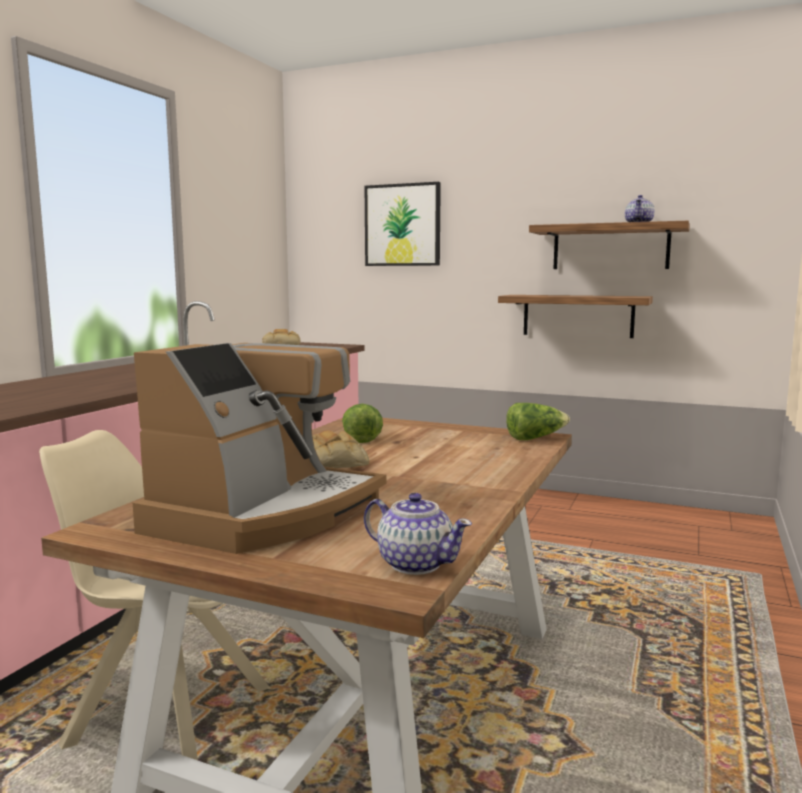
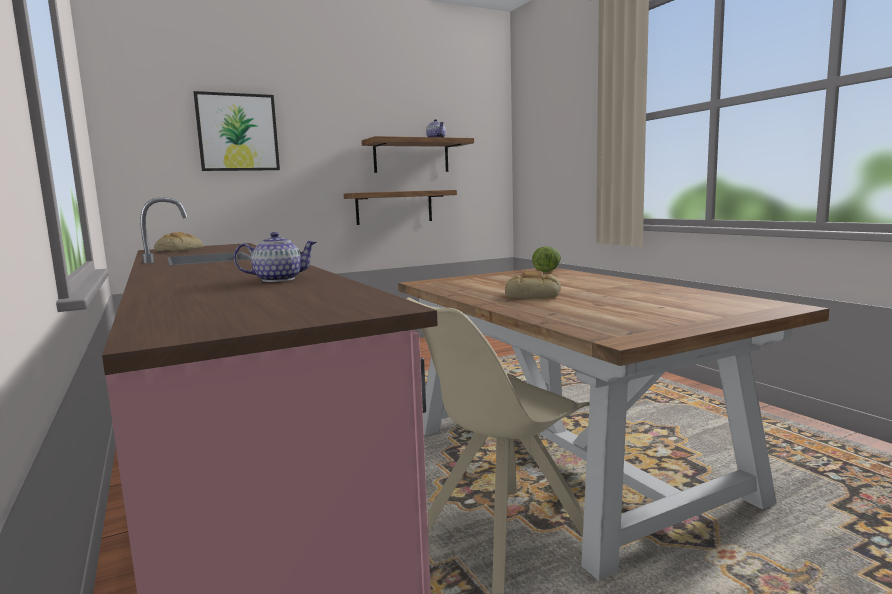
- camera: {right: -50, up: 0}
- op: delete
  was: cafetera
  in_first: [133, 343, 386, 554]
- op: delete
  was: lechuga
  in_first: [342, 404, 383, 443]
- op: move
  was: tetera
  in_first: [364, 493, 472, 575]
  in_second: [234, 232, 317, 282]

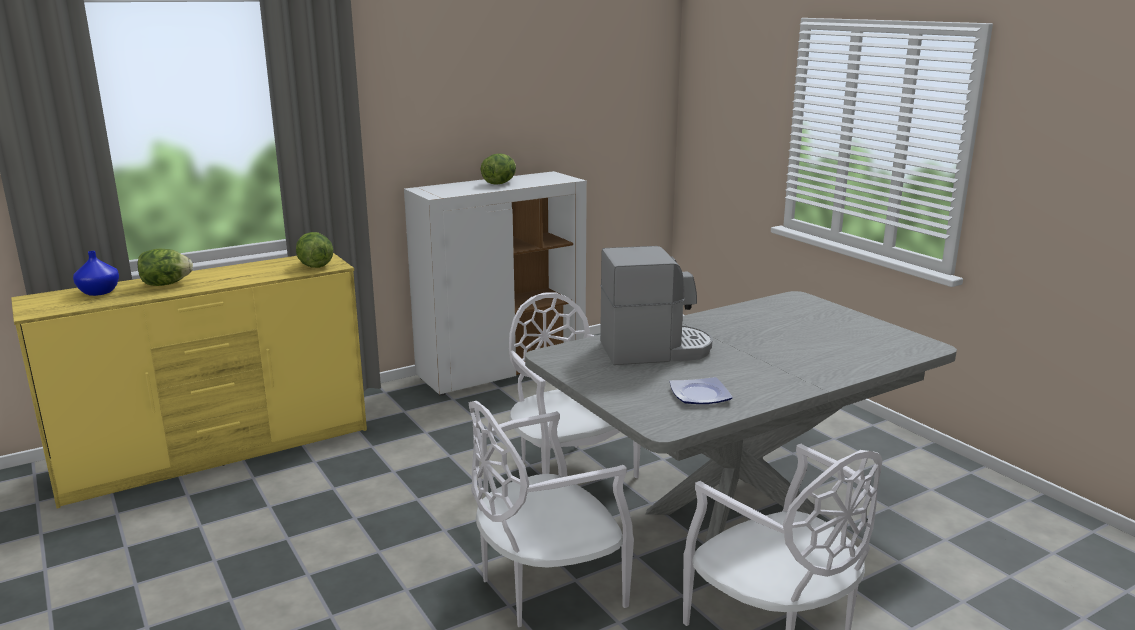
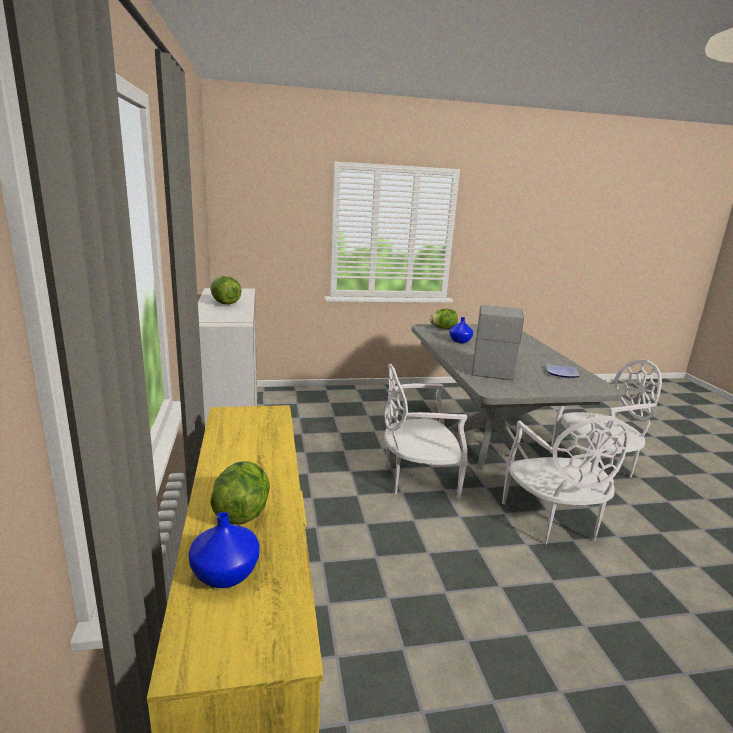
- camera: {right: -70, up: 0}
- op: move
  was: lechuga
  in_first: [296, 232, 333, 268]
  in_second: [430, 309, 458, 329]
- op: insert
  now: florero/azul
  in_second: [449, 317, 473, 343]

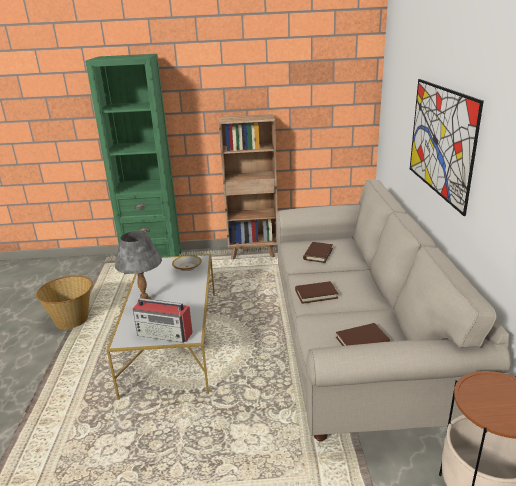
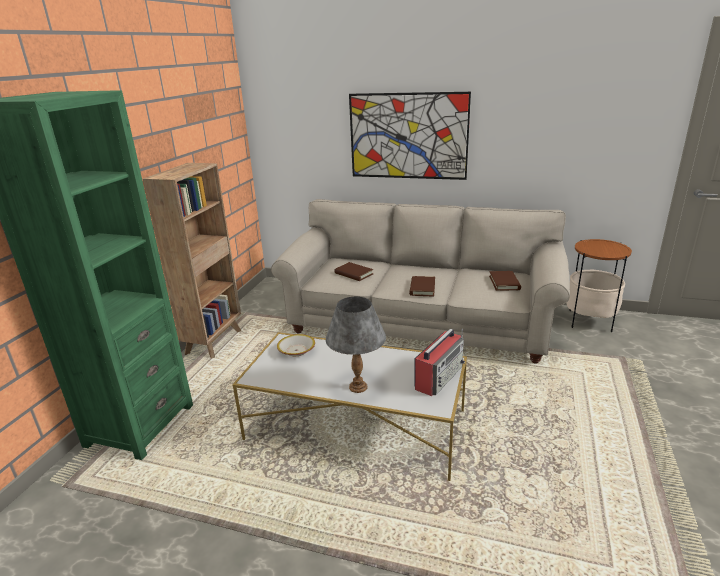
- camera: {right: -70, up: 0}
- op: delete
  was: cesta
  in_first: [36, 275, 93, 330]

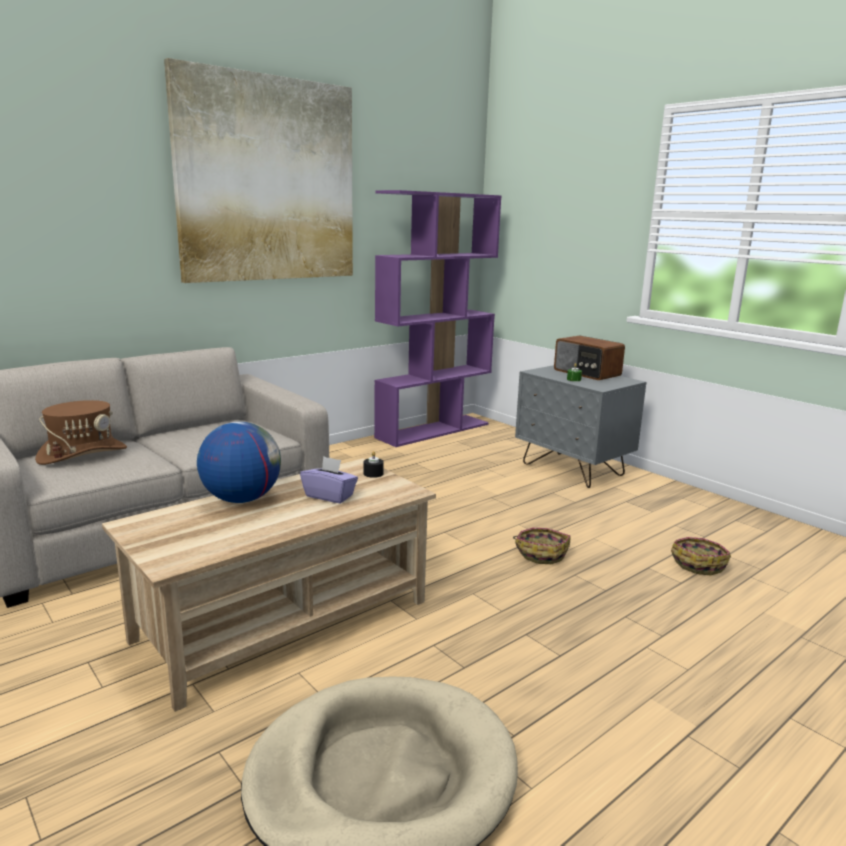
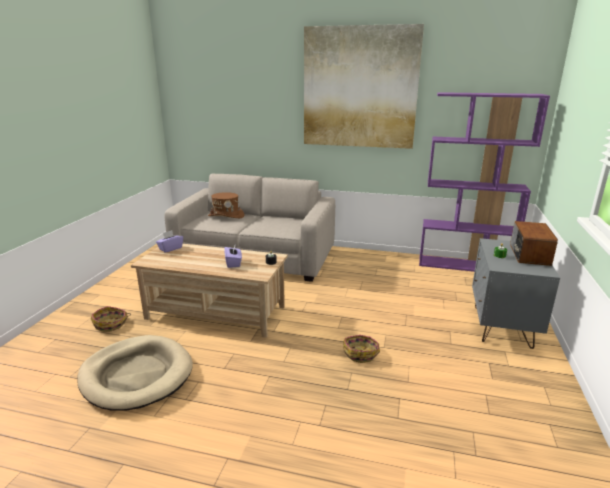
- camera: {right: 55, up: 5}
- op: delete
  was: globo terráqueo
  in_first: [197, 421, 281, 503]
- op: move
  was: cesta
  in_first: [671, 537, 731, 576]
  in_second: [91, 306, 131, 332]
- op: insert
  now: caja de pañuelos/morado
  in_second: [156, 230, 183, 253]

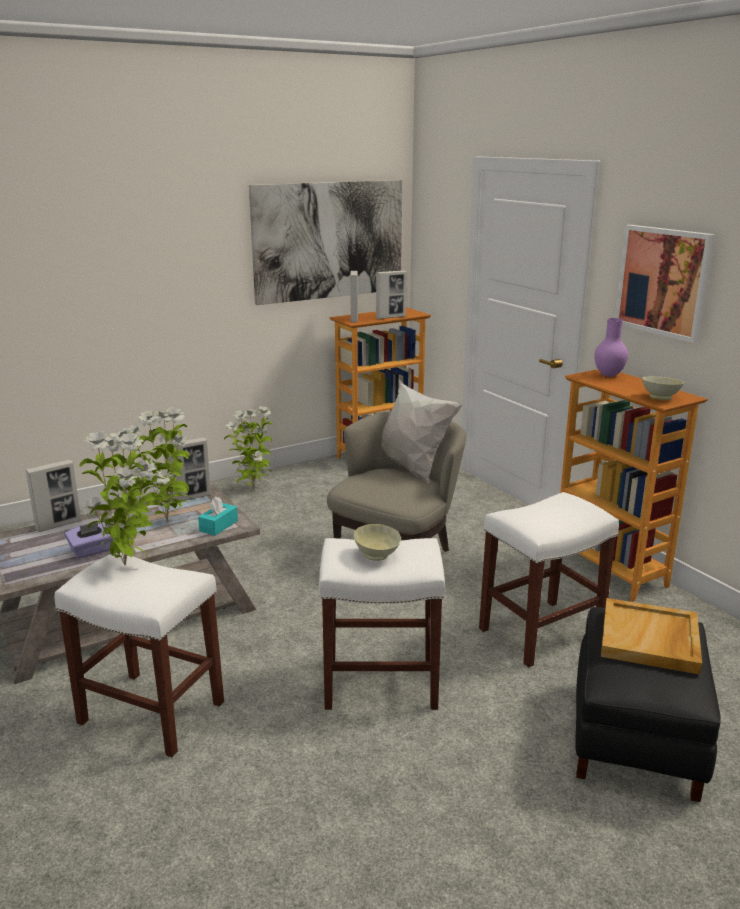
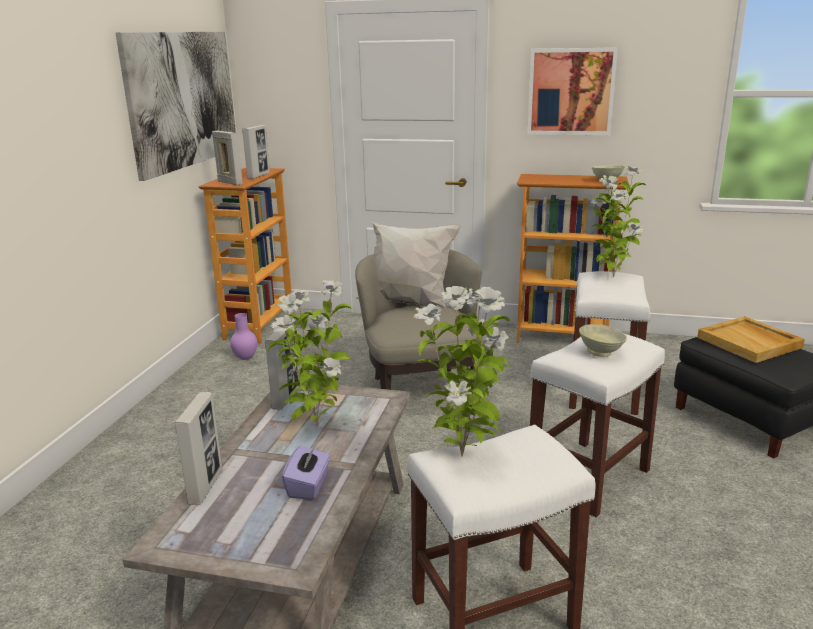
- camera: {right: -45, up: 0}
- op: move
  was: florero/morado
  in_first: [594, 318, 628, 377]
  in_second: [230, 313, 257, 360]
- op: move
  was: planta en maceta
  in_first: [224, 406, 273, 490]
  in_second: [590, 166, 646, 277]
- op: delete
  was: caja de pañuelos/turquesa
  in_first: [198, 497, 238, 536]

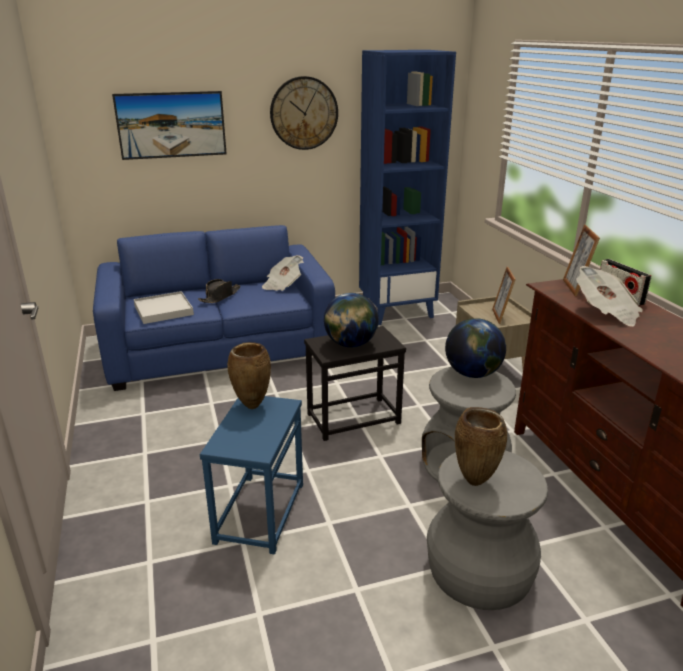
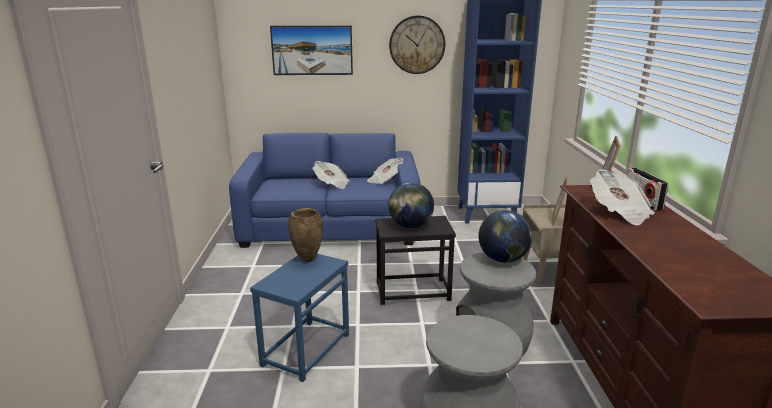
- camera: {right: 15, up: -5}
- op: replace
  was: sombrero/negro
  now: periódico
  in_first: [198, 279, 241, 303]
  in_second: [313, 161, 350, 189]
- op: delete
  was: bandeja/blanco
  in_first: [134, 291, 194, 324]
- op: delete
  was: florero/marrón
  in_first: [455, 407, 507, 486]

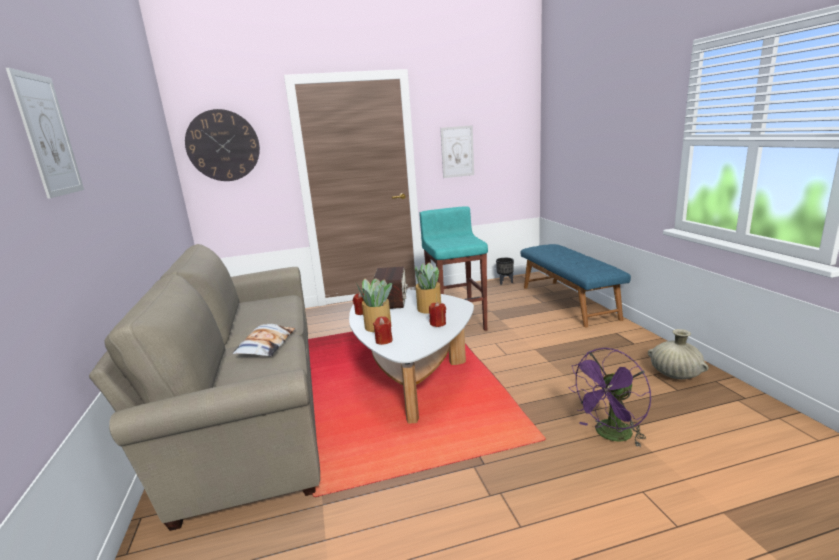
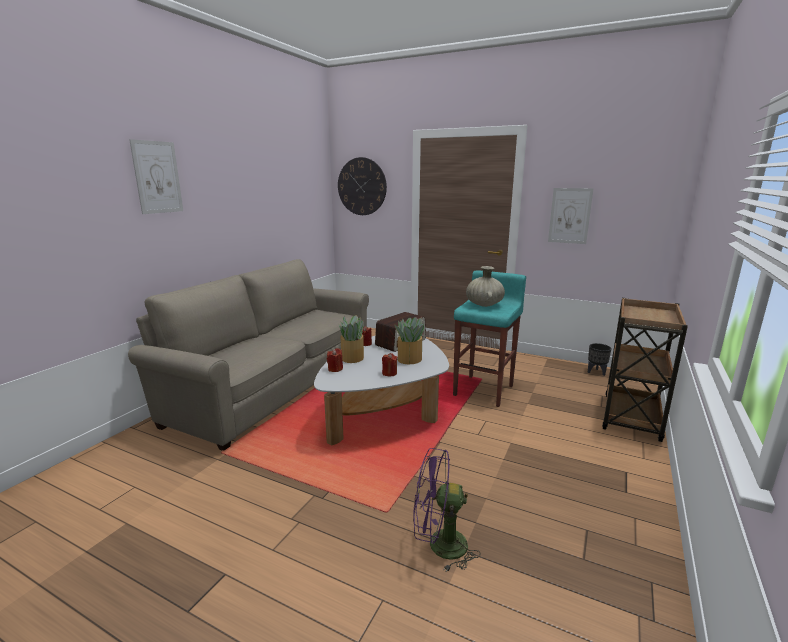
- camera: {right: 40, up: 0}
- op: replace
  was: banco/azul
  now: carrito/marrón
  in_first: [521, 244, 631, 327]
  in_second: [602, 298, 688, 442]
- op: delete
  was: cojín
  in_first: [232, 324, 295, 356]
- op: move
  was: florero/beis
  in_first: [648, 329, 708, 379]
  in_second: [466, 266, 505, 307]

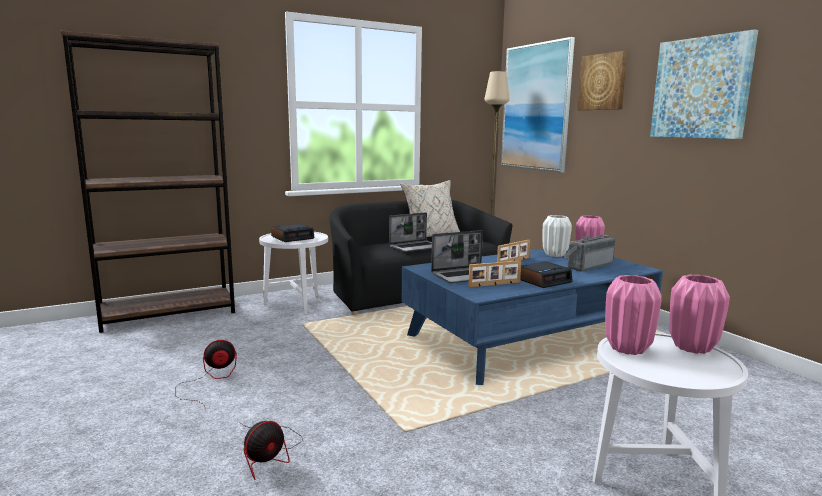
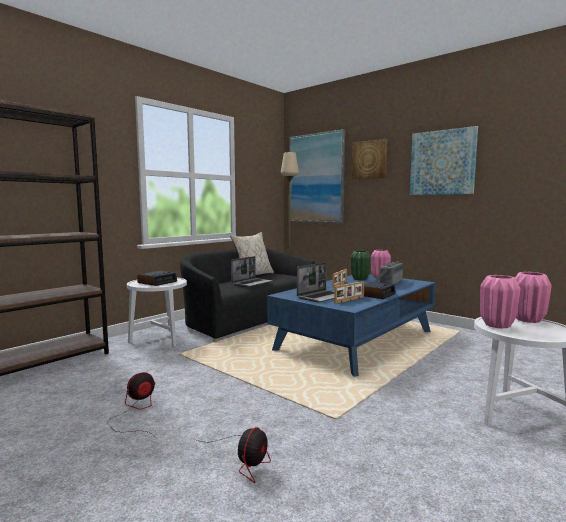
- camera: {right: -20, up: -5}
- op: recolor
  was: florero/blanco
  now: florero/verde
  in_first: [543, 215, 572, 257]
  in_second: [351, 251, 371, 280]

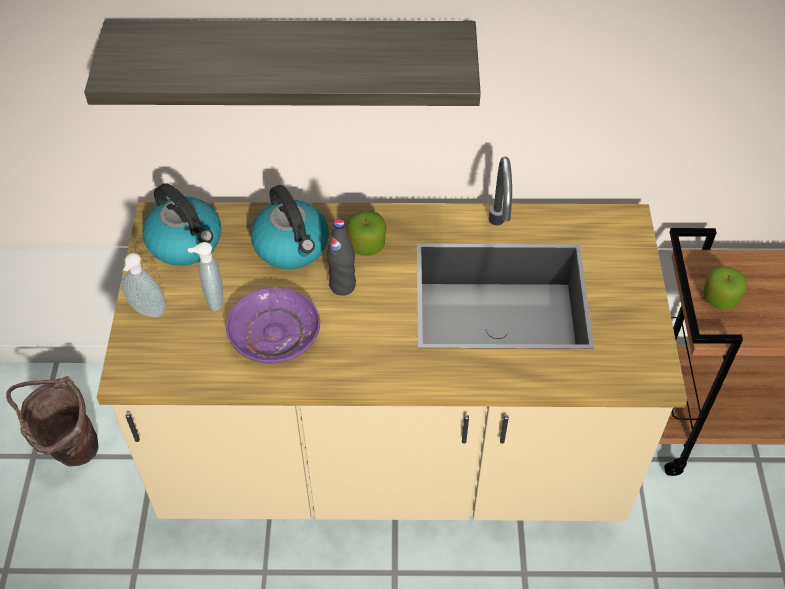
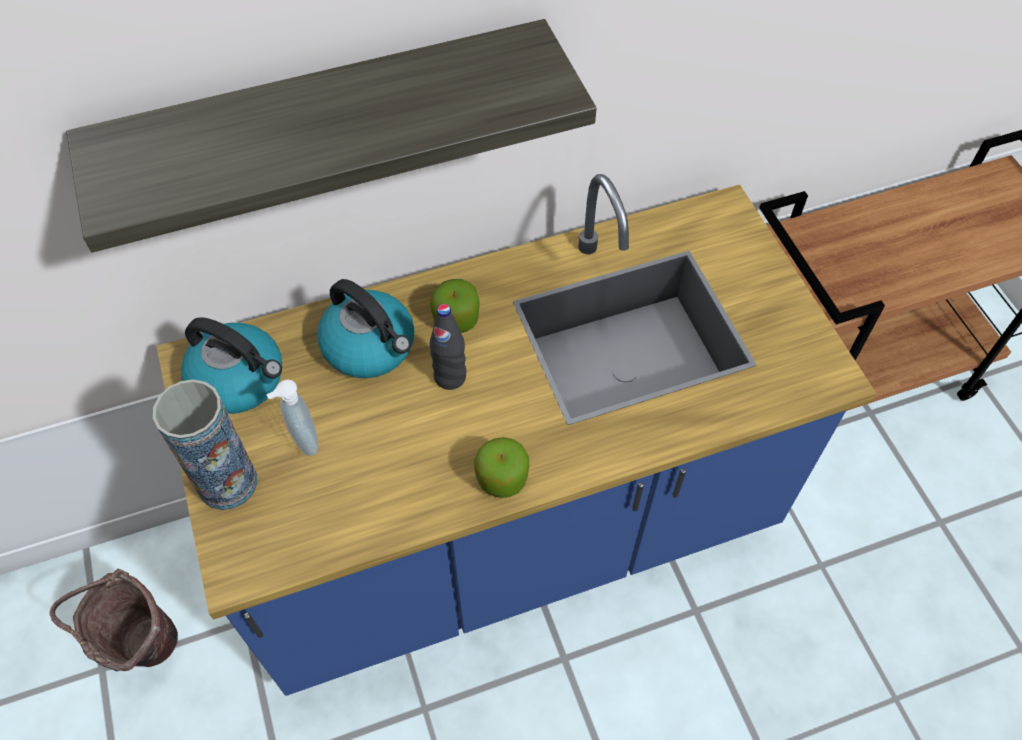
- camera: {right: -20, up: 5}
- op: recolor
  was: mueble bajo de cocina/beis
  now: mueble bajo de cocina/azul
  in_first: [97, 157, 688, 521]
  in_second: [156, 174, 877, 696]
- op: replace
  was: dispensador de jabón
  now: florero
  in_first: [122, 253, 166, 317]
  in_second: [153, 379, 257, 510]
- op: move
  was: manzana
  in_first: [703, 266, 747, 310]
  in_second: [474, 437, 529, 498]
- op: delete
  was: plato/morado
  in_first: [226, 287, 320, 363]

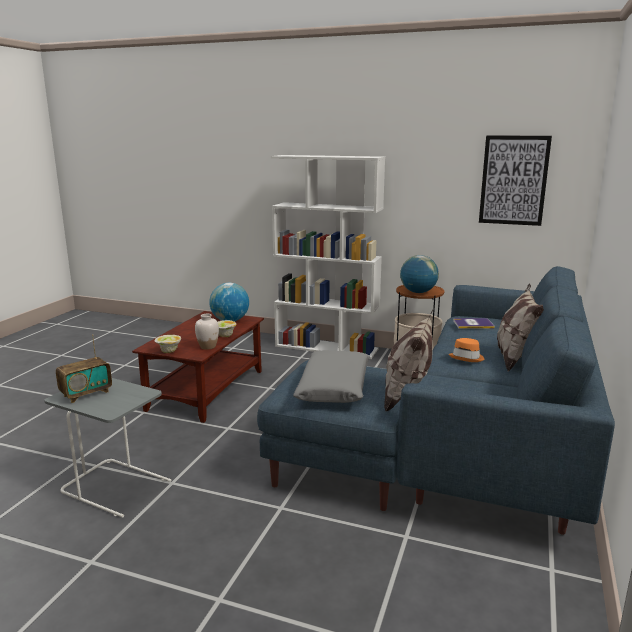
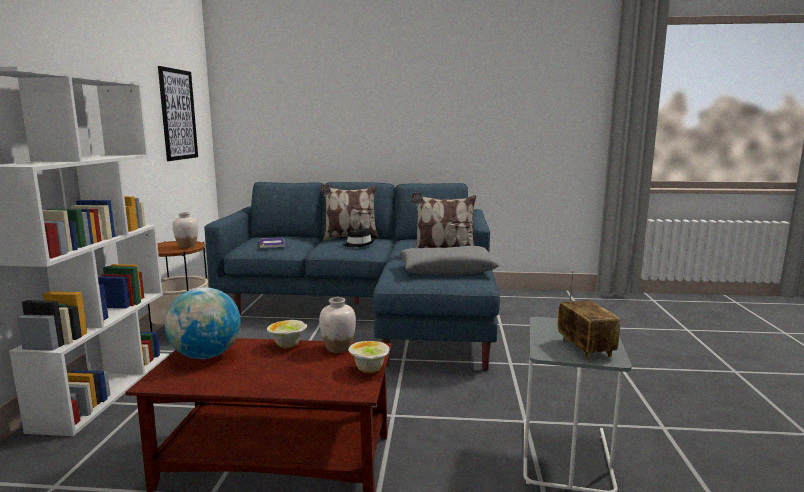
- camera: {right: -105, up: -5}
- op: replace
  was: globo terráqueo
  now: florero/blanco
  in_first: [400, 255, 439, 293]
  in_second: [172, 212, 198, 248]
- op: rotate
  was: radio
  in_first: [56, 334, 112, 403]
  in_second: [558, 271, 620, 359]
  clockwise: 45
- op: recolor
  was: sombrero/naranja
  now: sombrero/negro
  in_first: [448, 338, 484, 362]
  in_second: [343, 228, 374, 247]

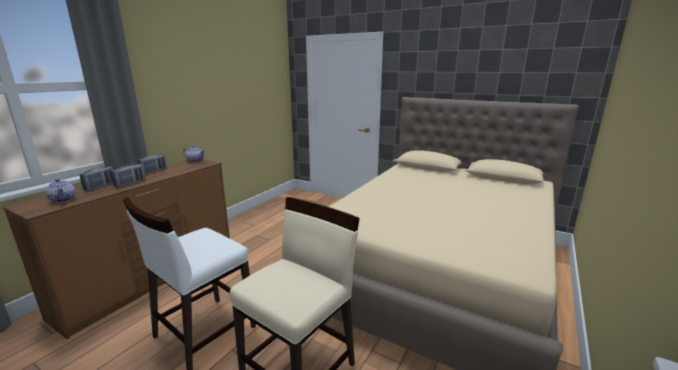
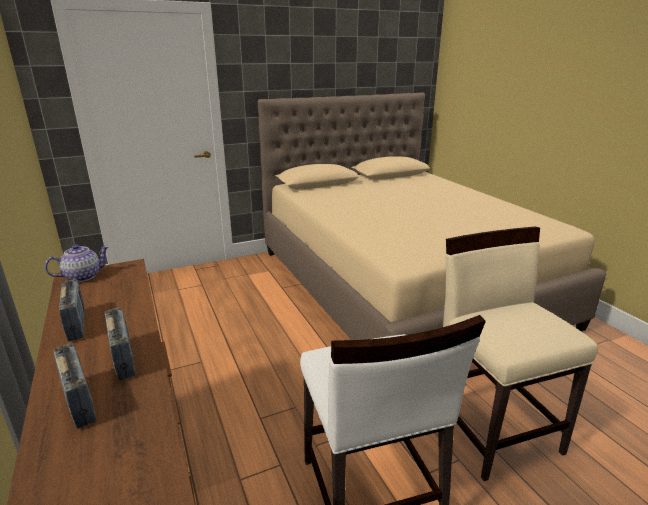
- camera: {right: -55, up: 5}
- op: delete
  was: tetera
  in_first: [45, 179, 76, 203]

